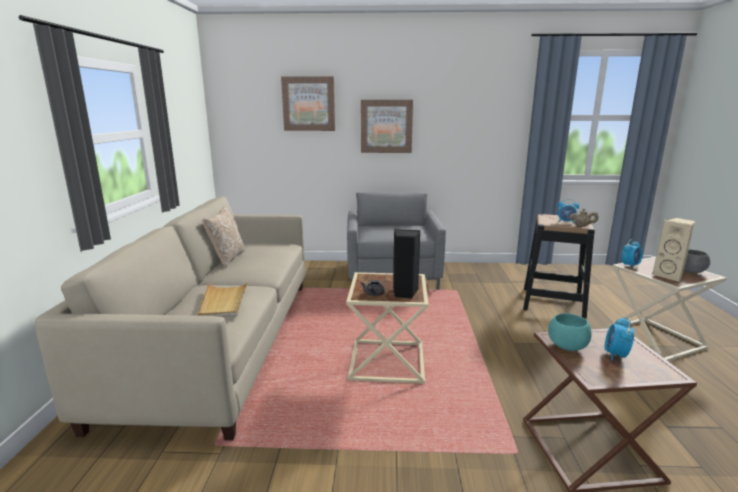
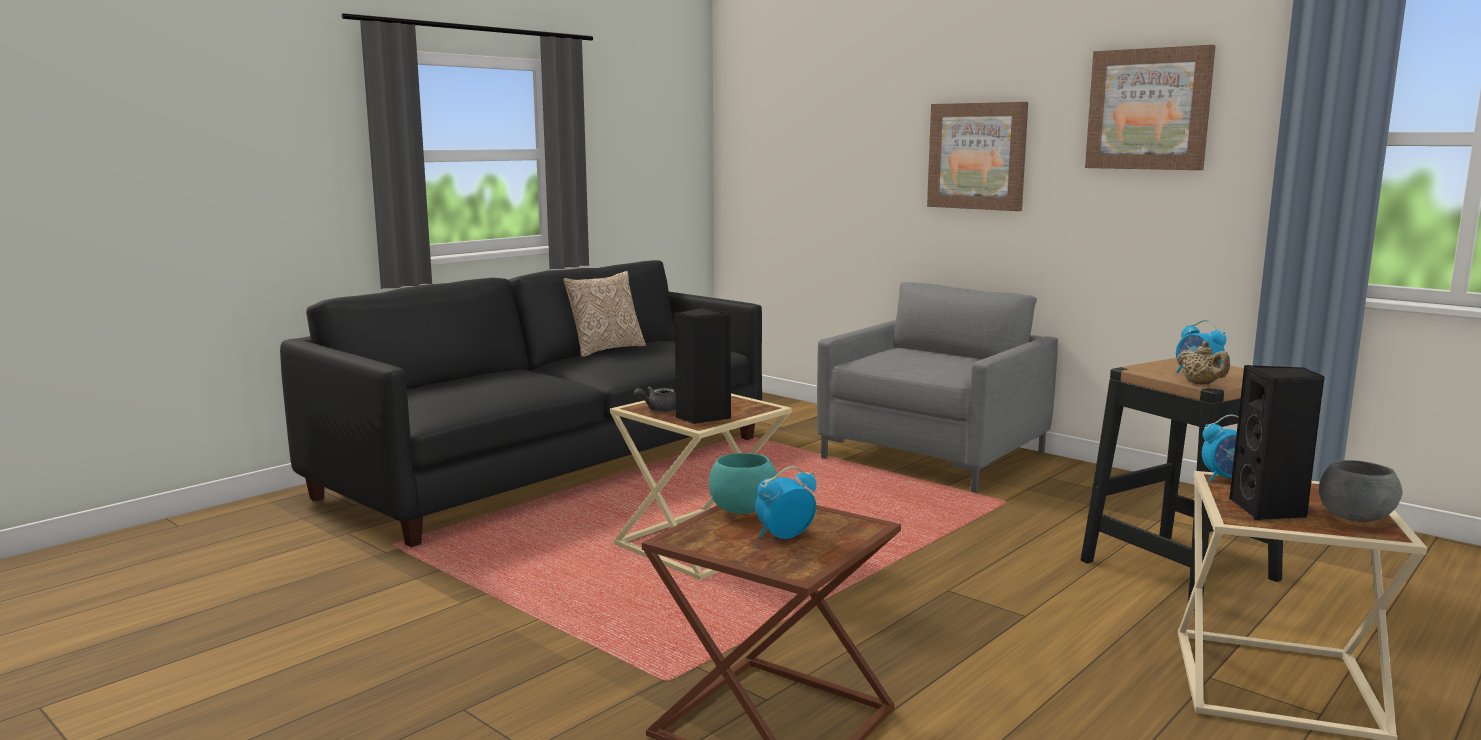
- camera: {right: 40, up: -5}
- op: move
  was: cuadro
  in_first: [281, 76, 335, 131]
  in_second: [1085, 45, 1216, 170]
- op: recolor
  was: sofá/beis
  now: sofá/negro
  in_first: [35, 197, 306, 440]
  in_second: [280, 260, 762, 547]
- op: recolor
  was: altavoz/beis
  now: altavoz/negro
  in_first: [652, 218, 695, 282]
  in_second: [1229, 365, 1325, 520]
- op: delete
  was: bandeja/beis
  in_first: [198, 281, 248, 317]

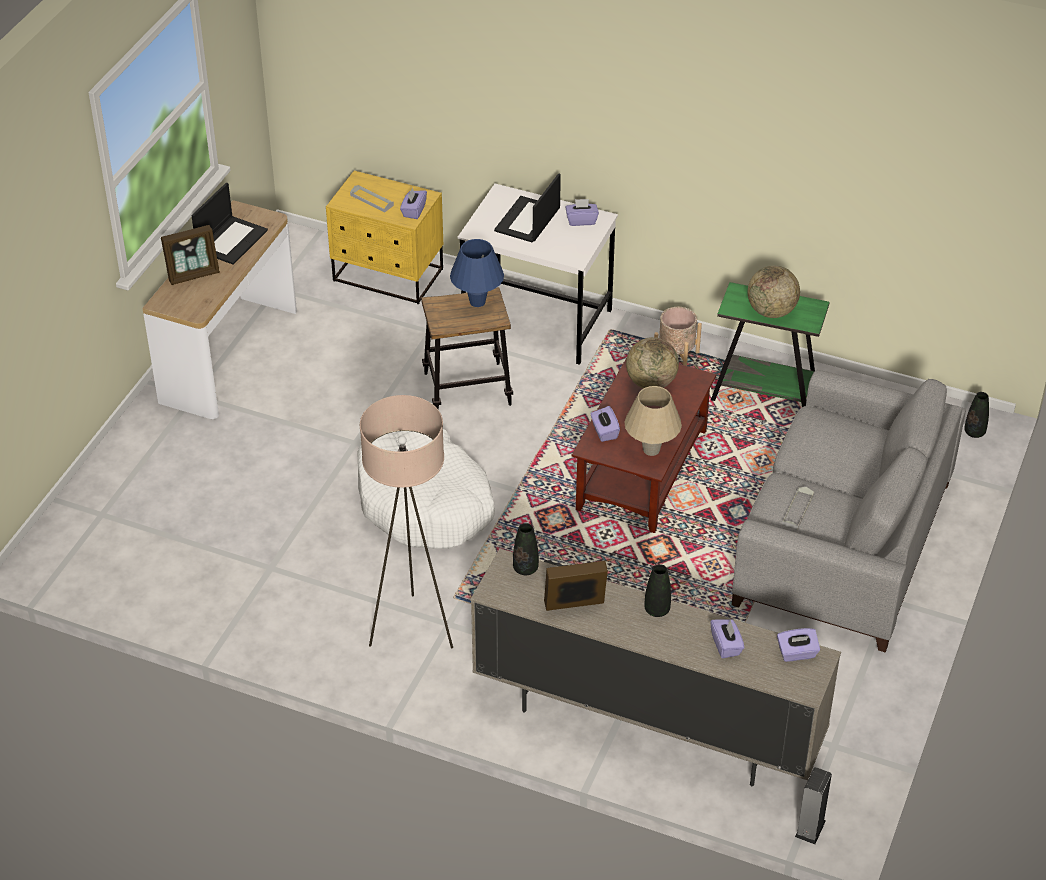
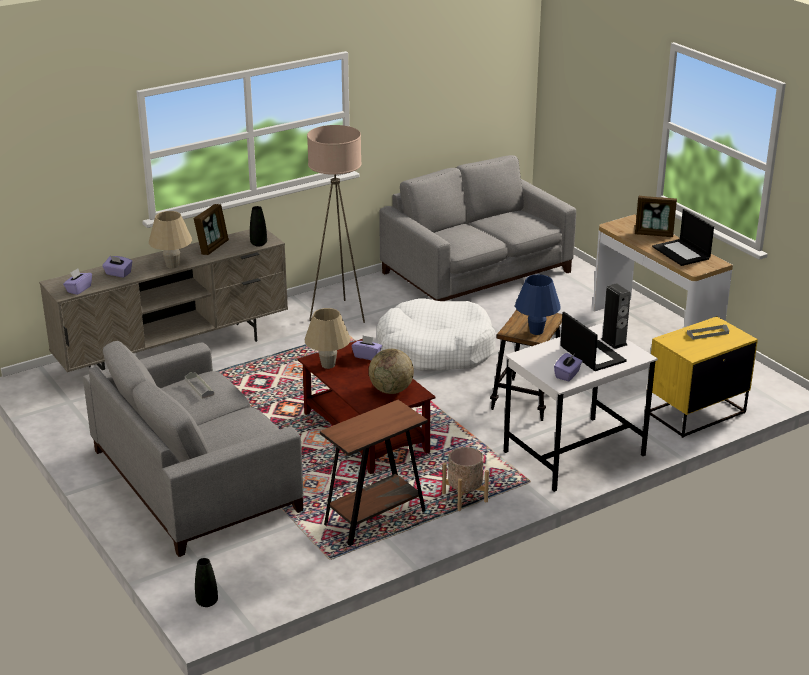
- camera: {right: 125, up: -15}
- op: delete
  was: caja de pañuelos/morado
  in_first: [400, 188, 427, 219]
- op: rotate
  was: portarretratos
  in_first: [161, 225, 220, 285]
  in_second: [635, 196, 677, 237]
  clockwise: -90
- op: delete
  was: globo terráqueo
  in_first: [748, 266, 800, 318]
- op: recolor
  was: mesa auxiliar/verde
  now: mesa auxiliar/marrón
  in_first: [711, 282, 830, 407]
  in_second: [320, 400, 428, 546]
- op: replace
  was: florero/negro
  now: lámpara de mesa/beis
  in_first: [644, 564, 671, 617]
  in_second: [149, 211, 192, 269]
- op: move
  was: altavoz
  in_first: [795, 767, 832, 844]
  in_second: [601, 283, 631, 349]
- op: insert
  now: sofá/gris
  in_second: [379, 155, 576, 301]

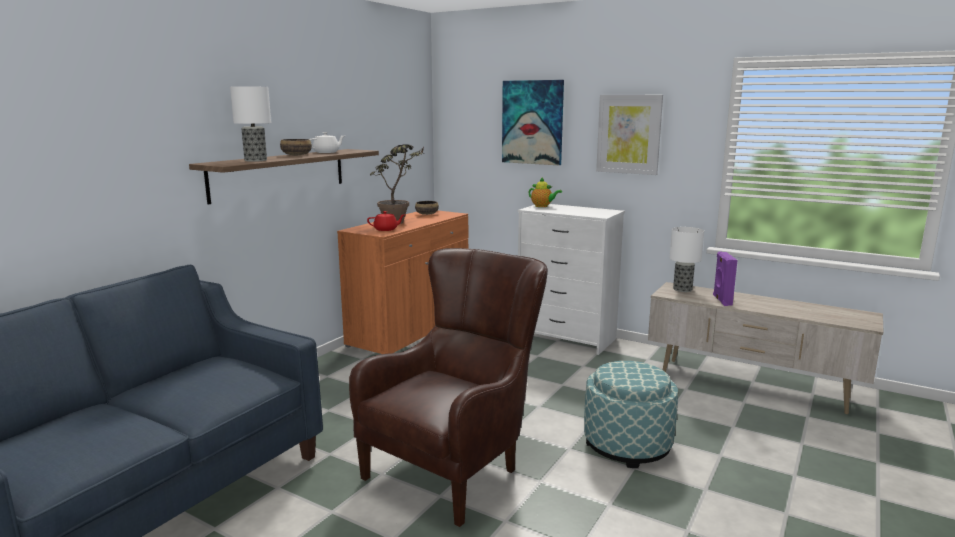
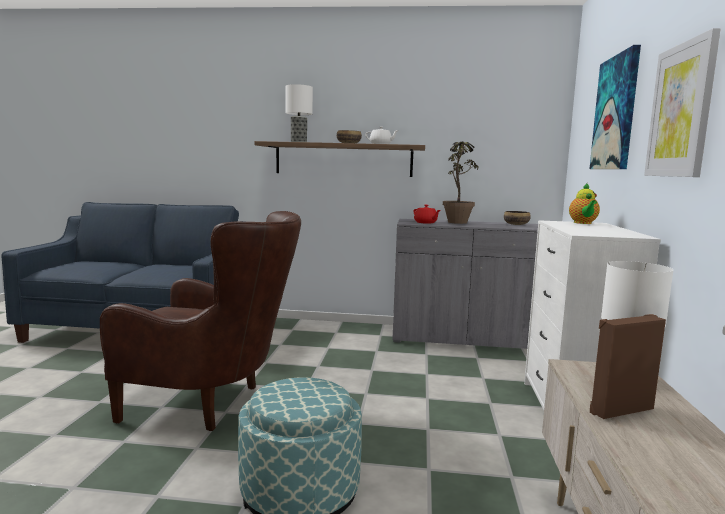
- camera: {right: 65, up: -5}
- op: recolor
  was: armario/naranja
  now: armario/gris
  in_first: [337, 211, 468, 354]
  in_second: [392, 219, 538, 349]
- op: recolor
  was: altavoz/morado
  now: altavoz/marrón
  in_first: [713, 252, 737, 306]
  in_second: [590, 314, 666, 419]

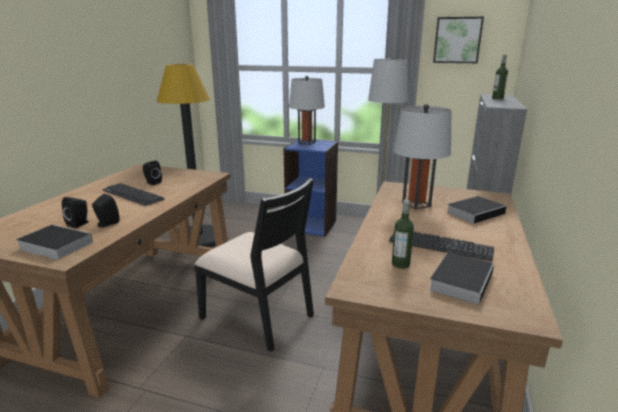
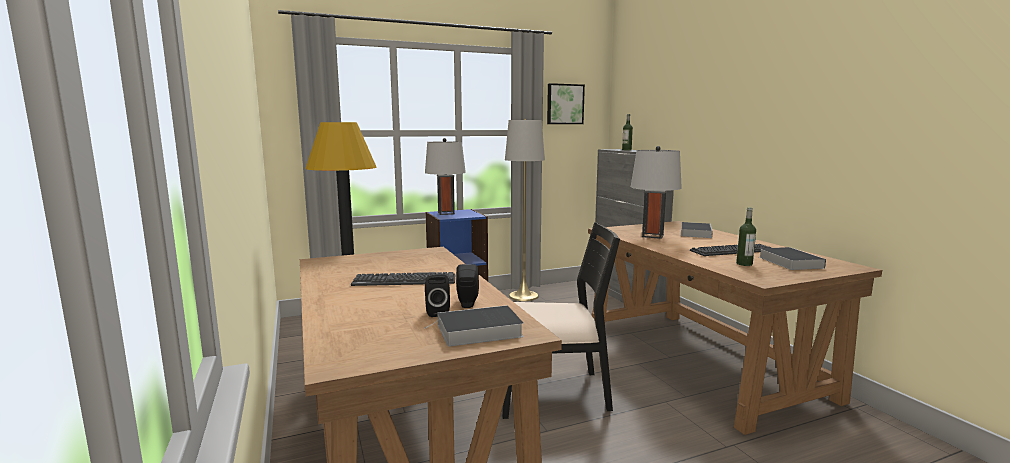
- camera: {right: -40, up: -10}
- op: delete
  was: altavoz/negro
  in_first: [143, 160, 162, 185]

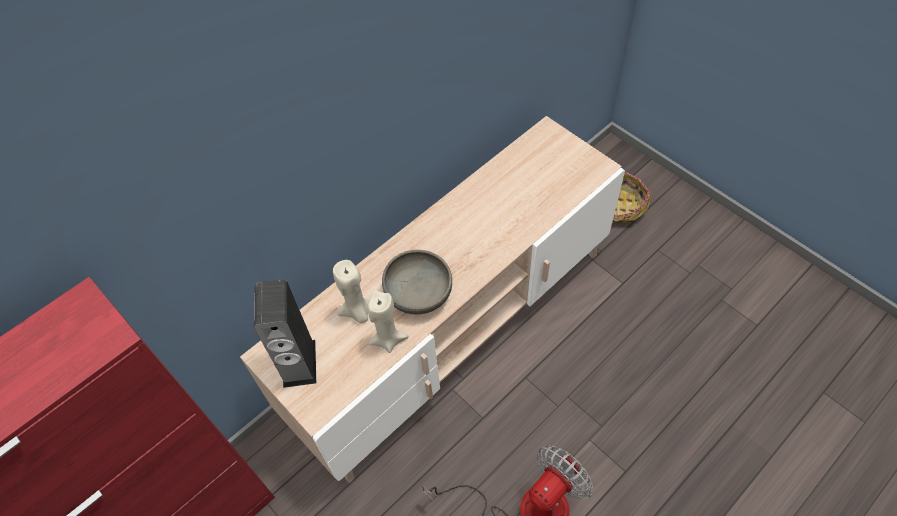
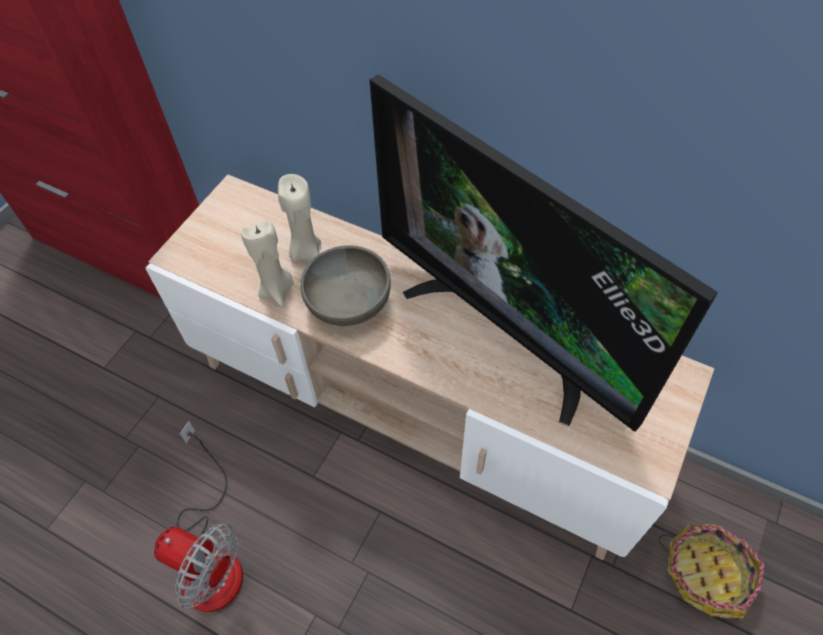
- camera: {right: 70, up: 0}
- op: delete
  was: altavoz
  in_first: [254, 280, 316, 388]
- op: insert
  now: televisor
  in_second: [369, 74, 718, 432]

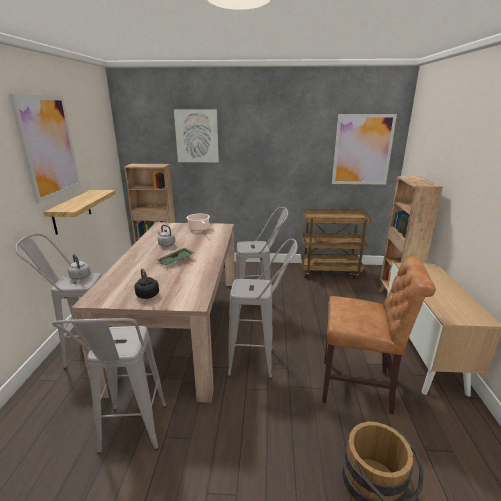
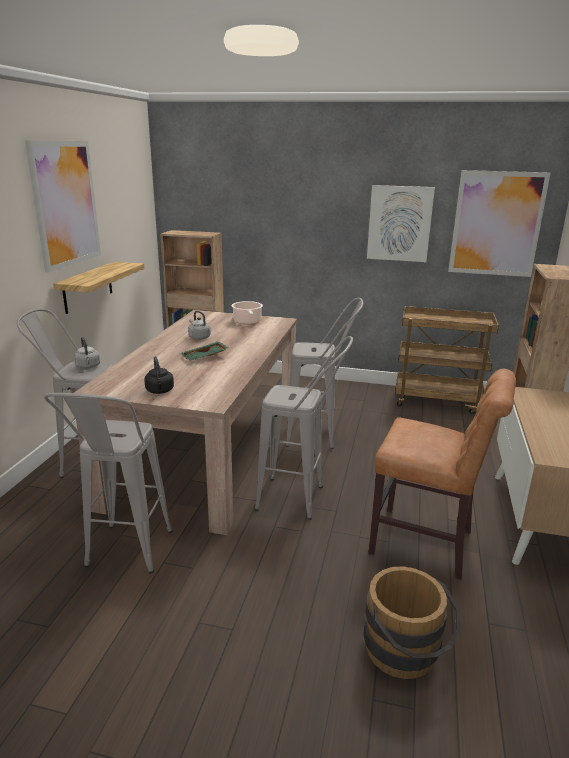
- camera: {right: 10, up: 0}
- op: move
  was: cuadro
  in_first: [174, 110, 219, 162]
  in_second: [367, 185, 435, 262]

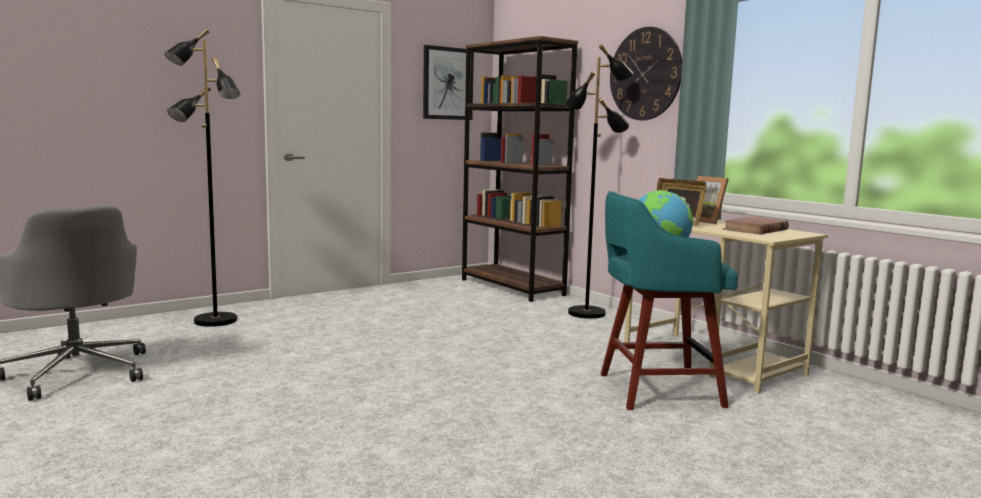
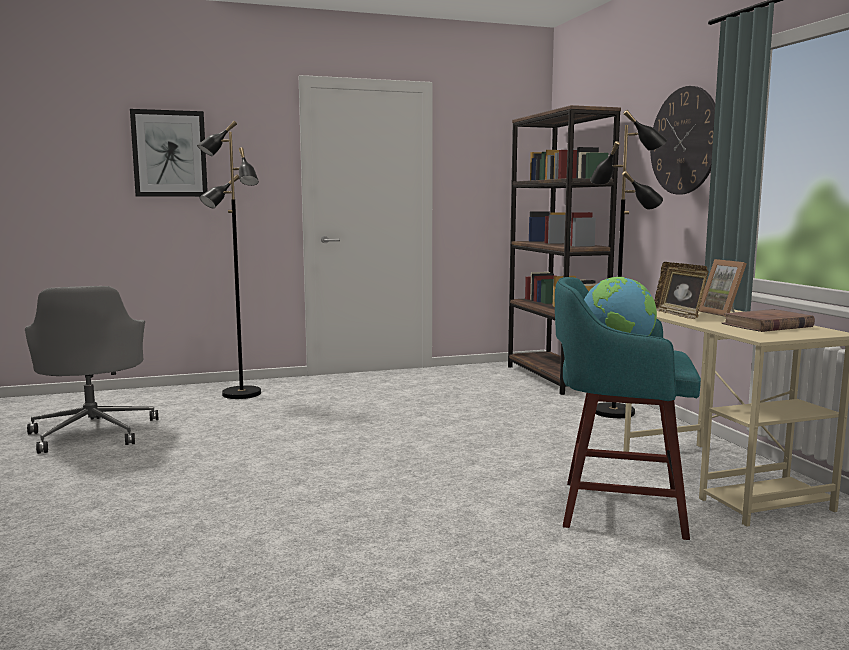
- camera: {right: 20, up: 0}
- op: move
  was: cuadro
  in_first: [423, 45, 474, 120]
  in_second: [130, 109, 208, 197]

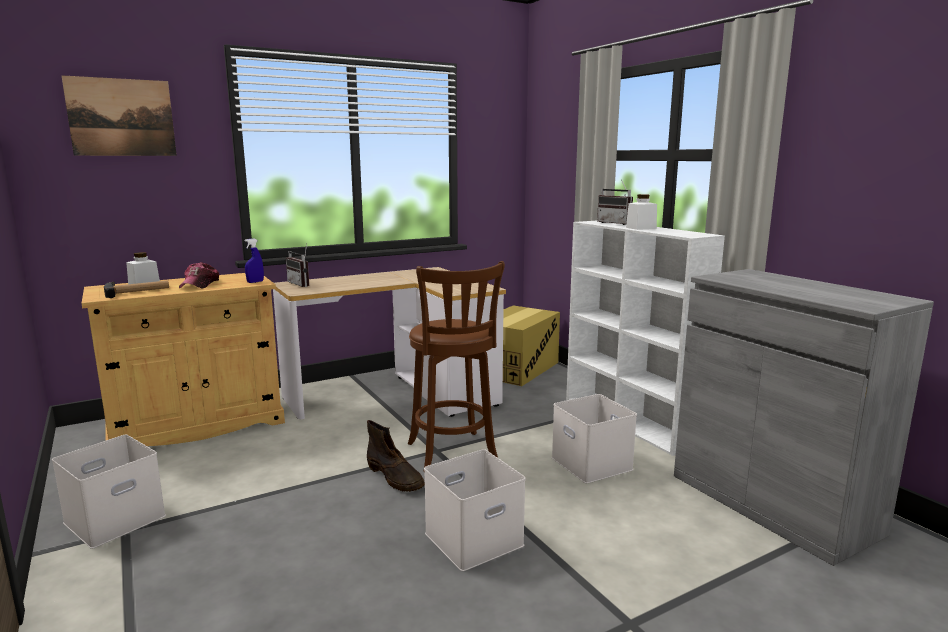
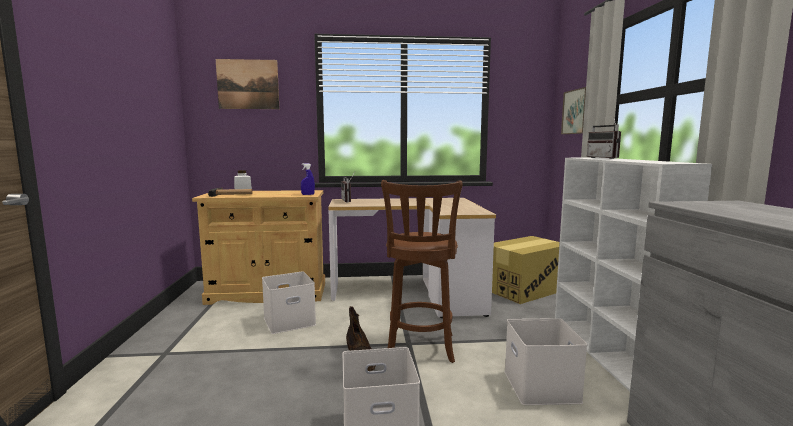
- camera: {right: 25, up: -5}
- op: delete
  was: tarro/blanco
  in_first: [626, 194, 657, 230]
- op: delete
  was: gorra
  in_first: [179, 262, 219, 288]
- op: move
  was: caja de almacenaje/blanco
  in_first: [52, 435, 166, 549]
  in_second: [262, 271, 316, 334]
- op: insert
  now: cuadro
  in_second: [561, 87, 586, 134]

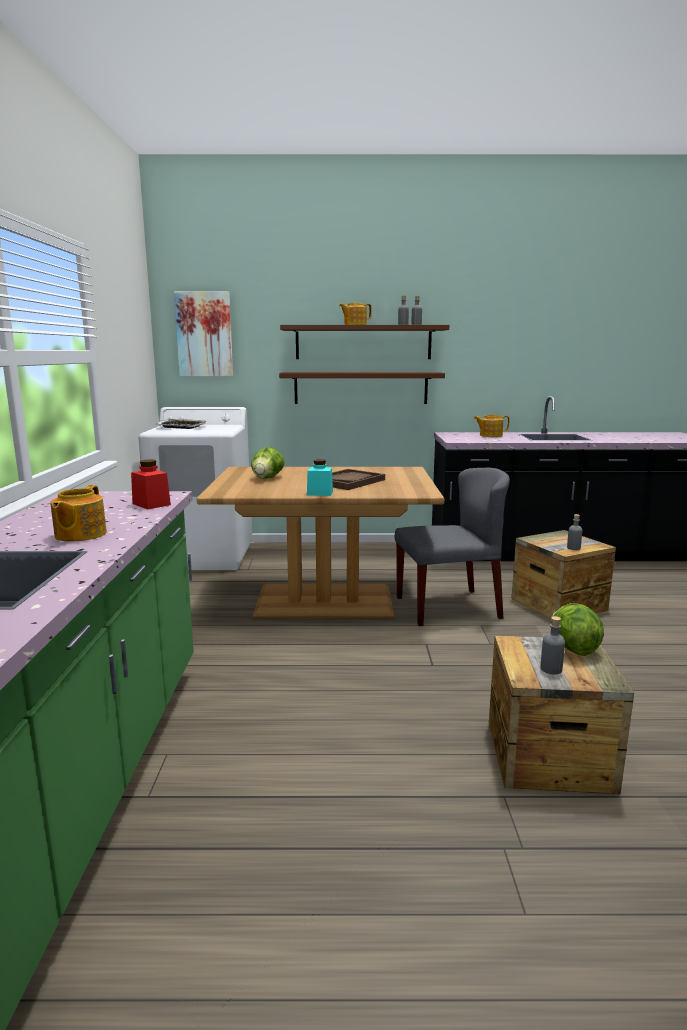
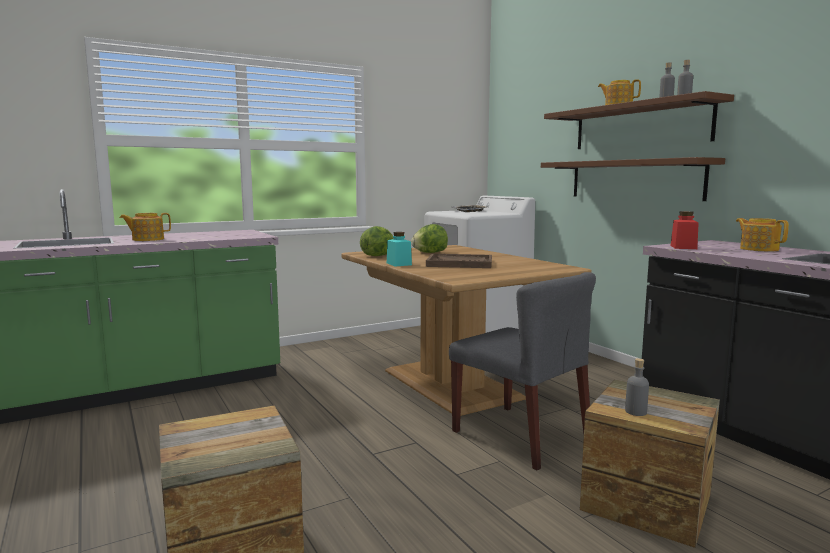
- camera: {right: 60, up: -5}
- op: delete
  was: cuadro
  in_first: [174, 291, 233, 377]
- op: move
  was: tarro/rojo
  in_first: [131, 459, 171, 509]
  in_second: [671, 211, 699, 249]
- op: move
  was: lechuga
  in_first: [552, 603, 604, 656]
  in_second: [360, 226, 394, 256]
- op: delete
  was: botella/gris
  in_first: [541, 616, 565, 674]

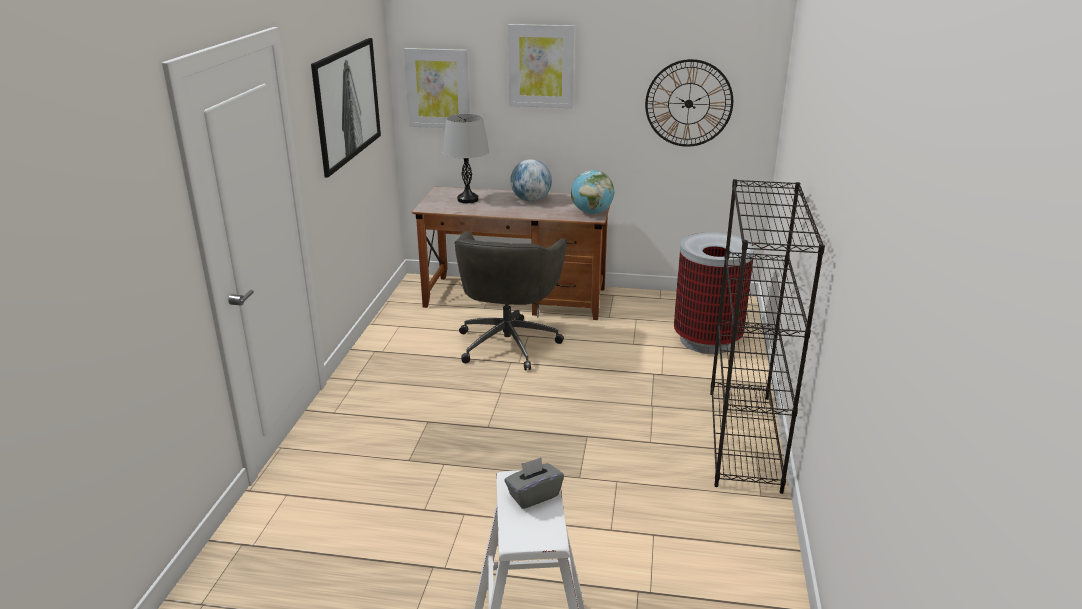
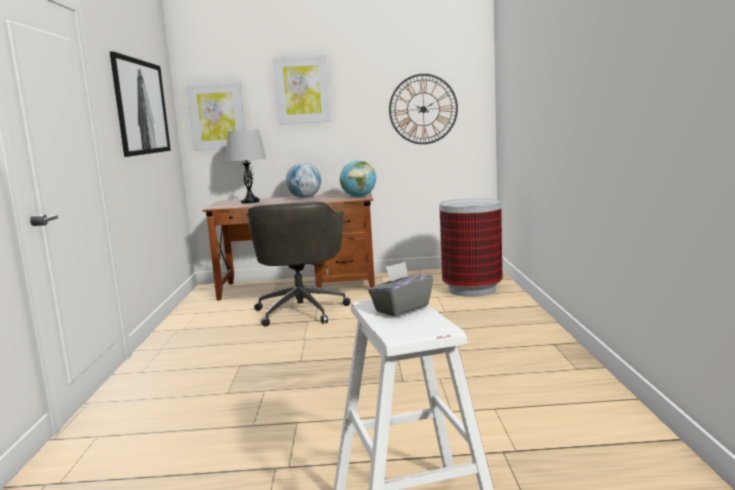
- camera: {right: -10, up: -15}
- op: delete
  was: estantería/negro
  in_first: [710, 179, 825, 494]

